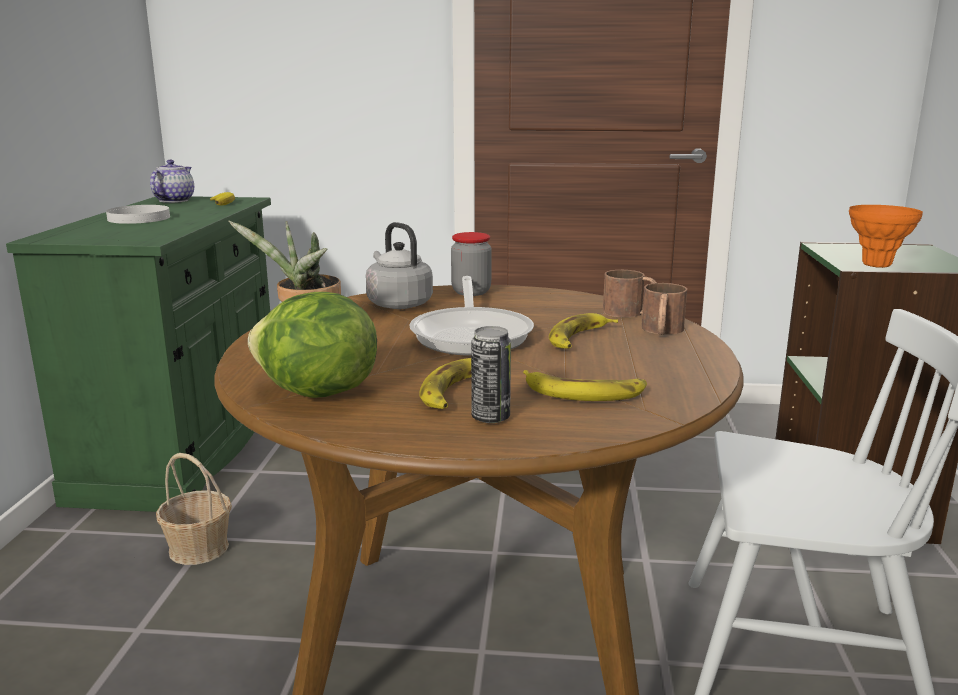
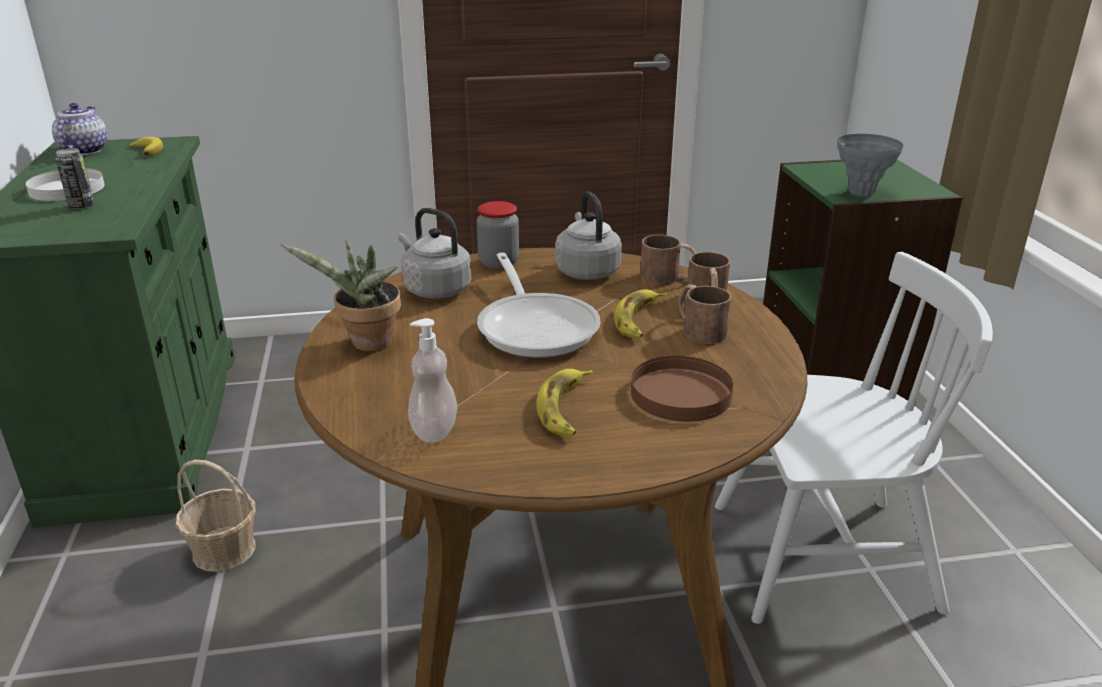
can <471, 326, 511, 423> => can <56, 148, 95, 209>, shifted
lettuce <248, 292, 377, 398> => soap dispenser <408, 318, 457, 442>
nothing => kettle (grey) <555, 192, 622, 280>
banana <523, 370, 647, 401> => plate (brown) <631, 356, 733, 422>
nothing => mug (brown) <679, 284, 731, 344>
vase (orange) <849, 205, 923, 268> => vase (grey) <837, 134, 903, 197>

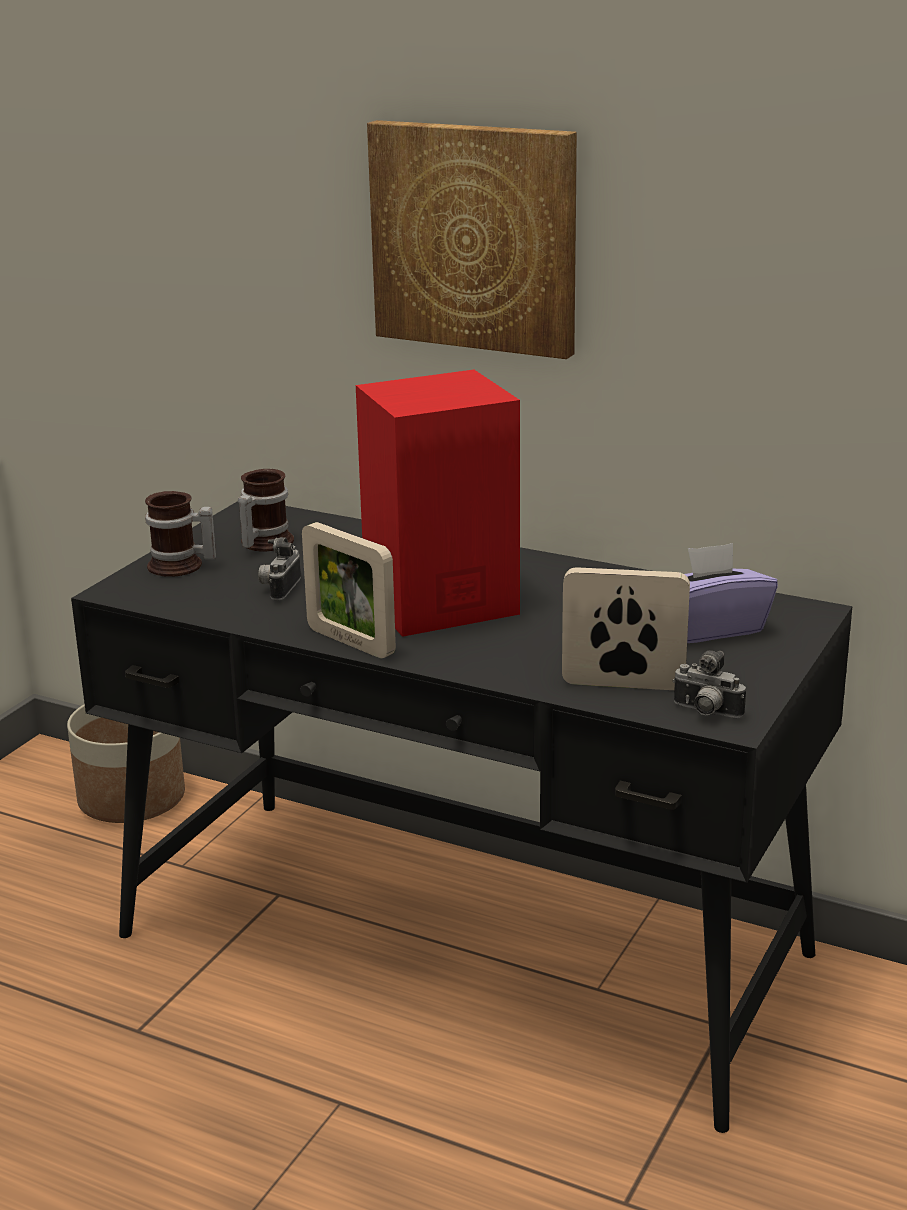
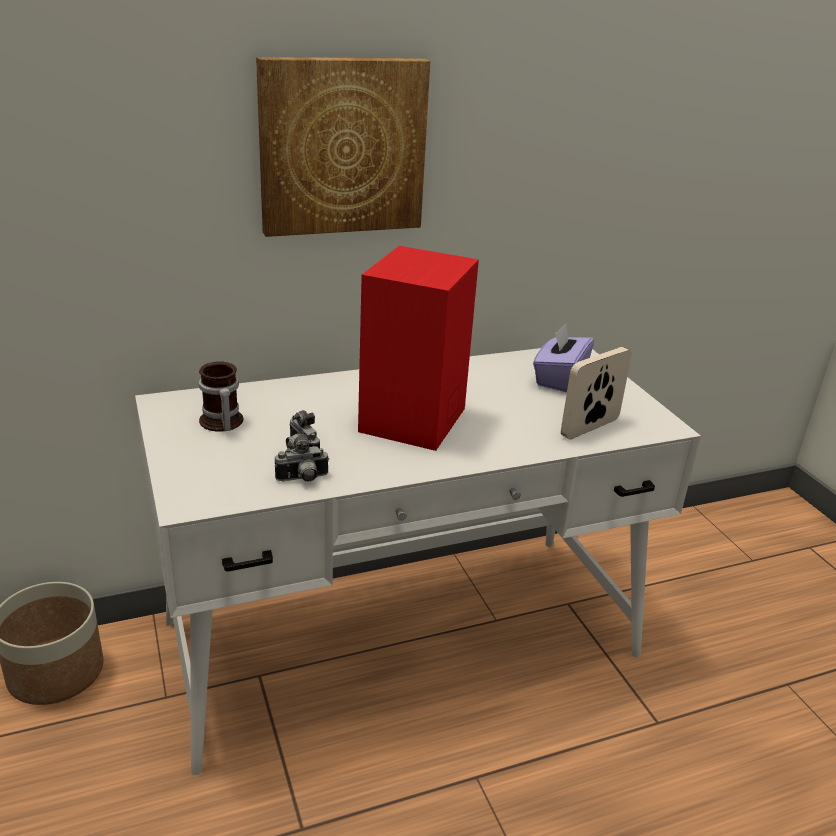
desk (black) <71, 501, 852, 1133> => desk (white) <135, 348, 701, 775>
photo camera <672, 651, 746, 718> => photo camera <275, 434, 329, 482>, shifted
mug <145, 491, 216, 577> => nothing
picture frame <302, 522, 396, 659> => nothing

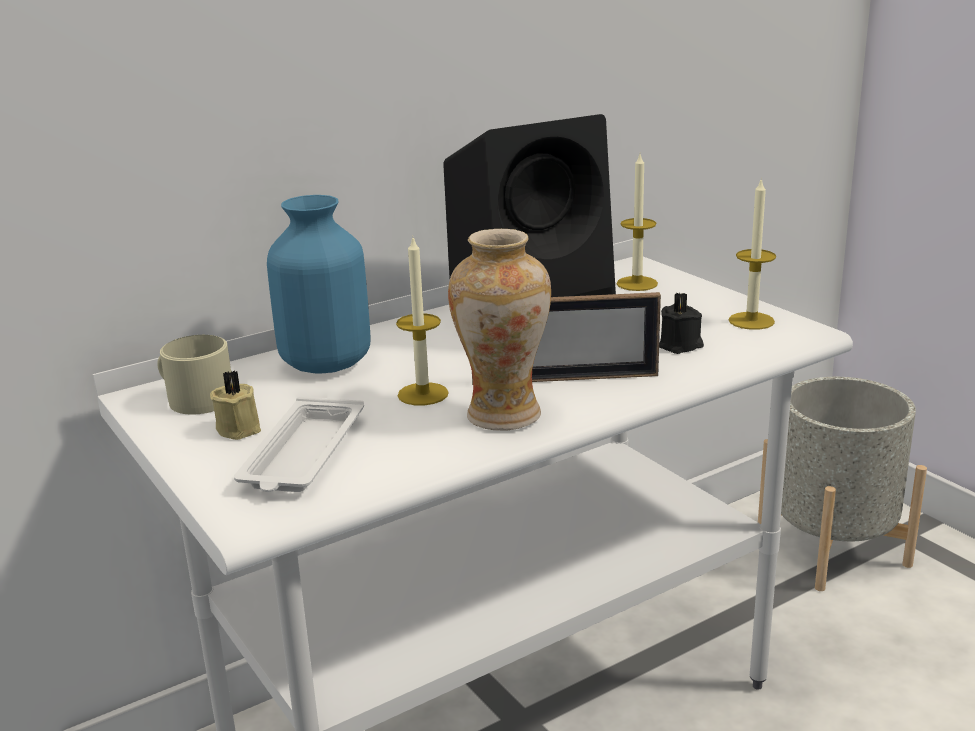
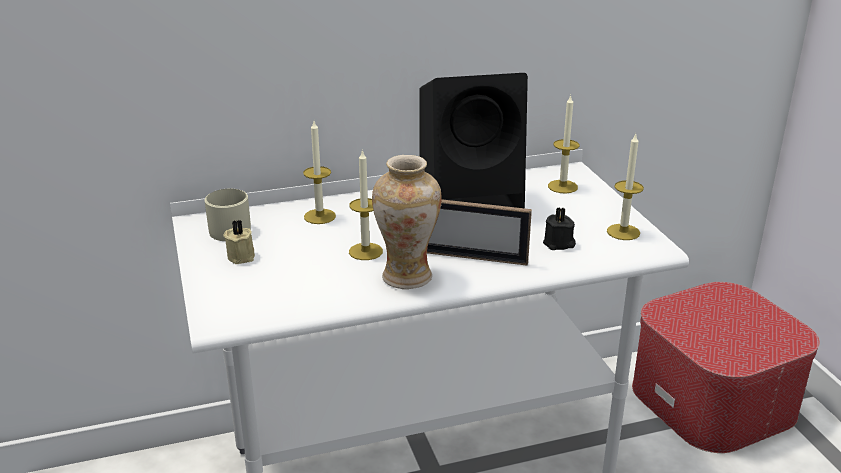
vase (blue) <267, 195, 371, 374> => candle <303, 121, 336, 224>
planter (grey) <758, 377, 927, 591> => ottoman <632, 282, 820, 453>
tray (white) <234, 397, 364, 492> => nothing

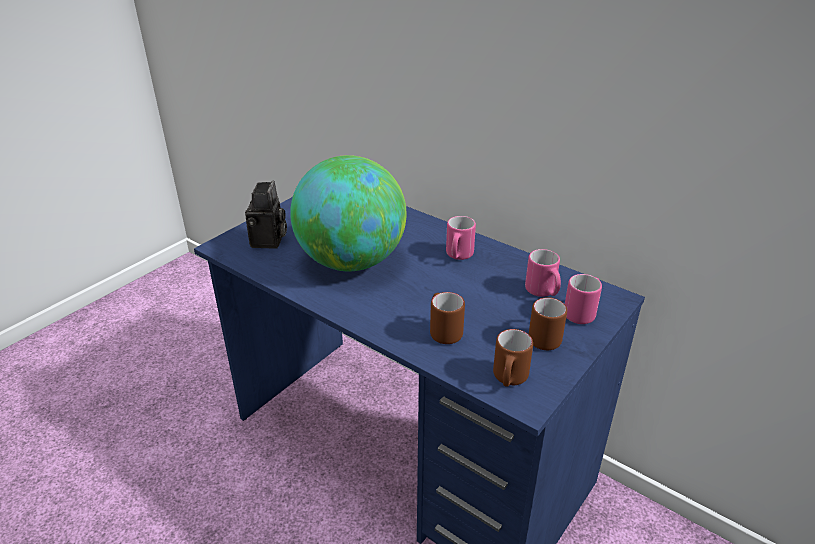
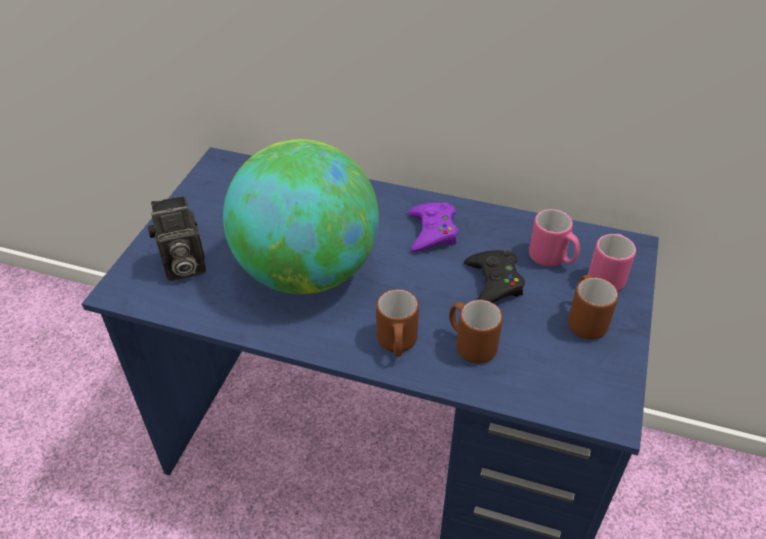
photo camera <245, 180, 287, 249> => photo camera <148, 195, 206, 281>, 90 degrees clockwise
mug (brown) <493, 329, 533, 387> => mug (brown) <377, 289, 419, 357>, shifted
mug (pink) <446, 216, 476, 260> => game controller (purple) <408, 202, 458, 252>
nothing => game controller (black) <464, 250, 525, 303>

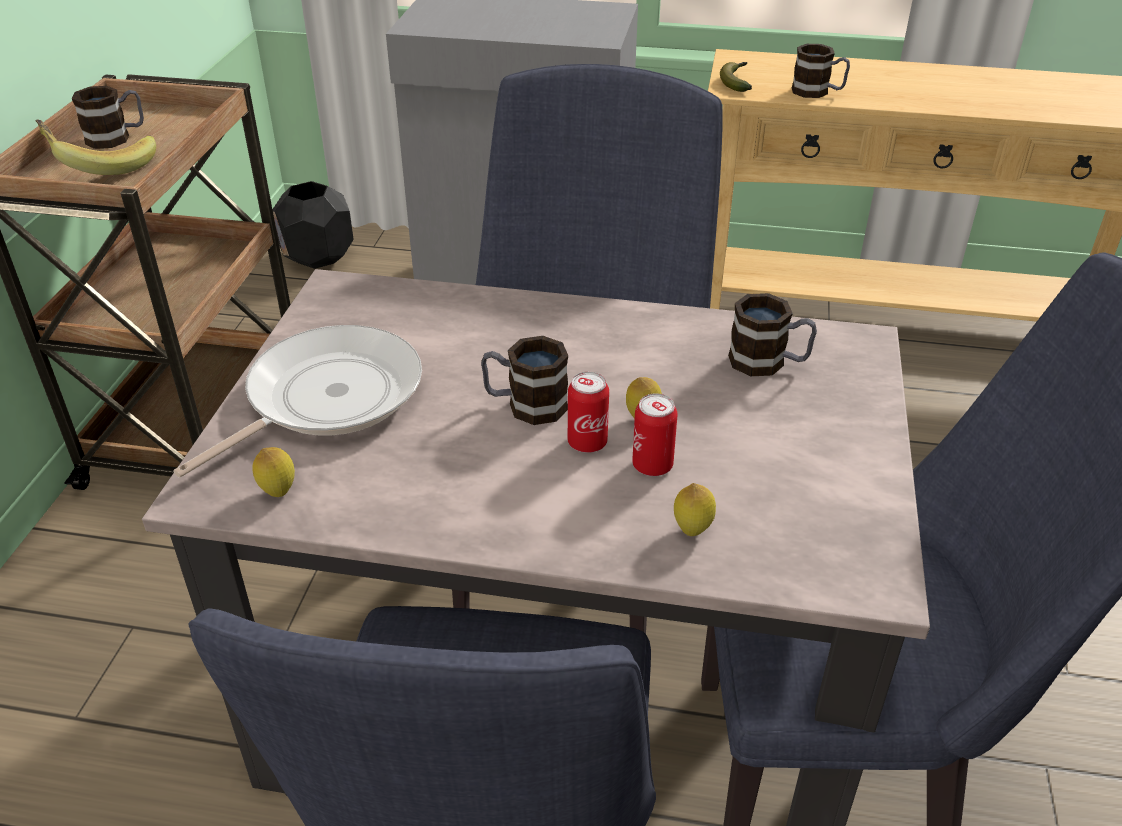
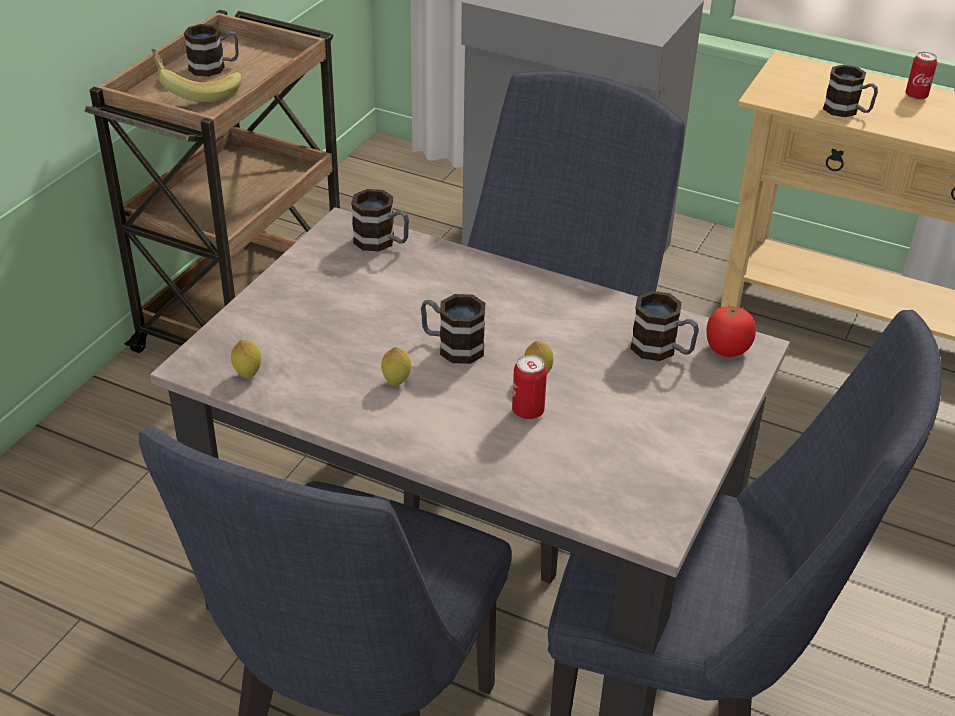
nothing => mug <351, 189, 409, 251>
lemon <674, 483, 716, 536> => lemon <381, 347, 411, 386>, shifted
nothing => tomato <706, 303, 756, 357>
can <568, 372, 609, 453> => can <905, 52, 937, 100>, shifted
frying pan <173, 325, 422, 478> => nothing
planter (black) <272, 181, 354, 269> => nothing
banana <720, 62, 752, 92> => nothing

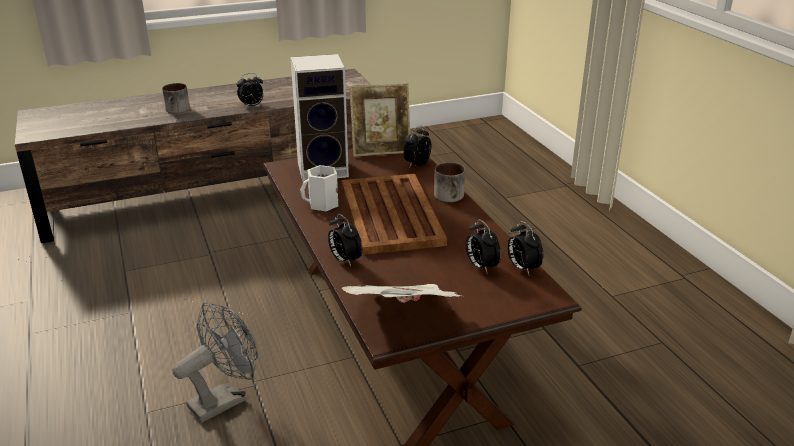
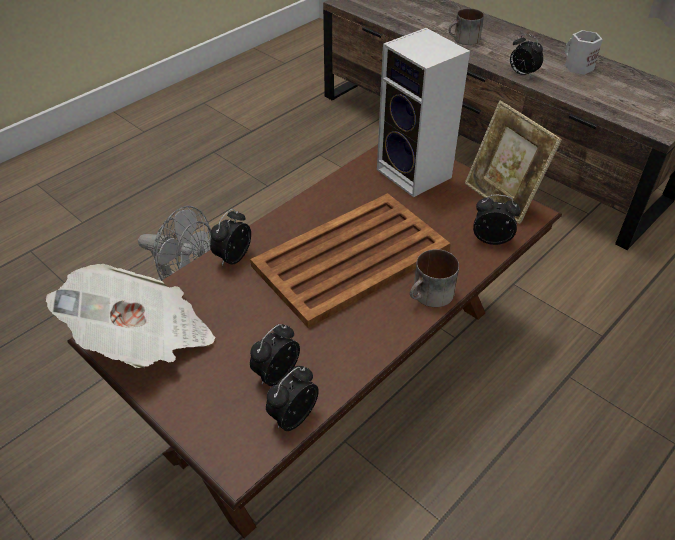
mug (white) <300, 165, 338, 211> => mug (white) <565, 30, 603, 75>, shifted

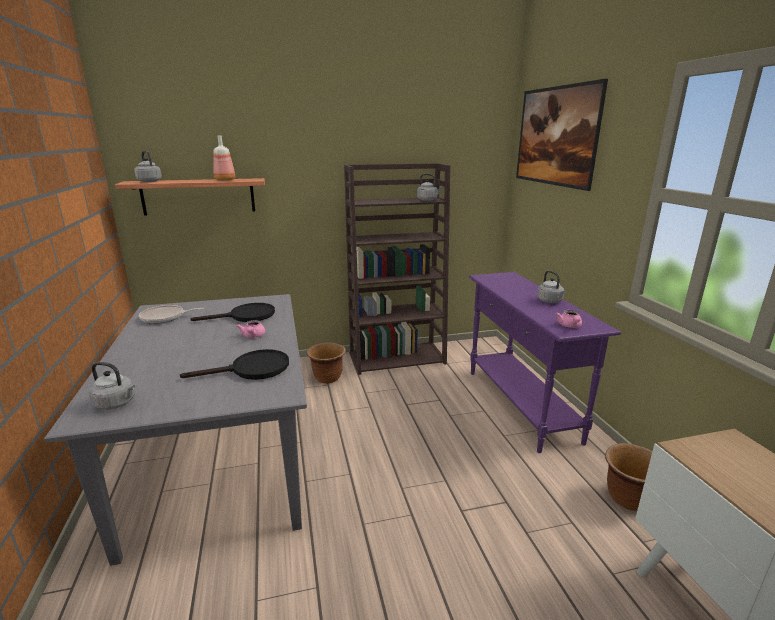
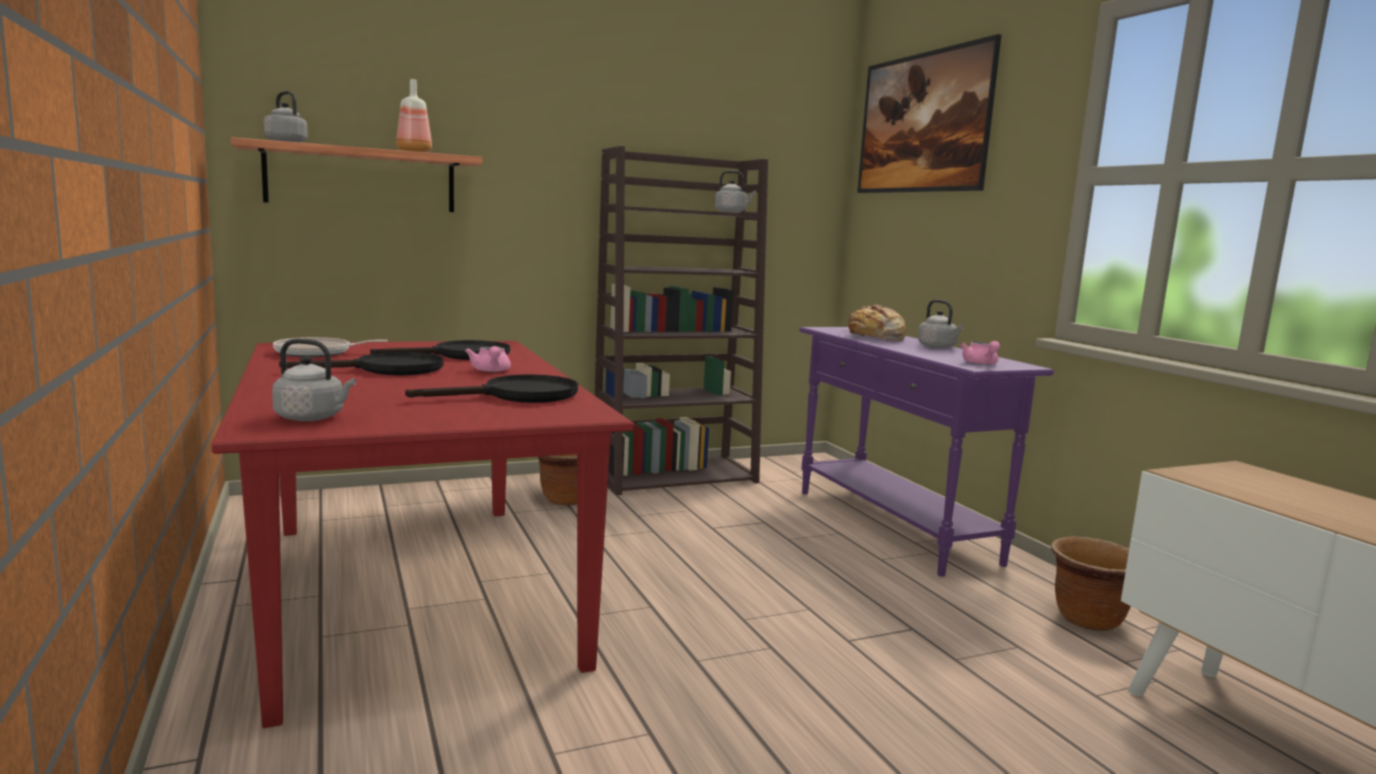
dining table (grey) <44, 294, 307, 566> => dining table (red) <211, 341, 634, 728>
nothing => frying pan (black) <279, 352, 444, 375>
nothing => bread <839, 305, 906, 341>

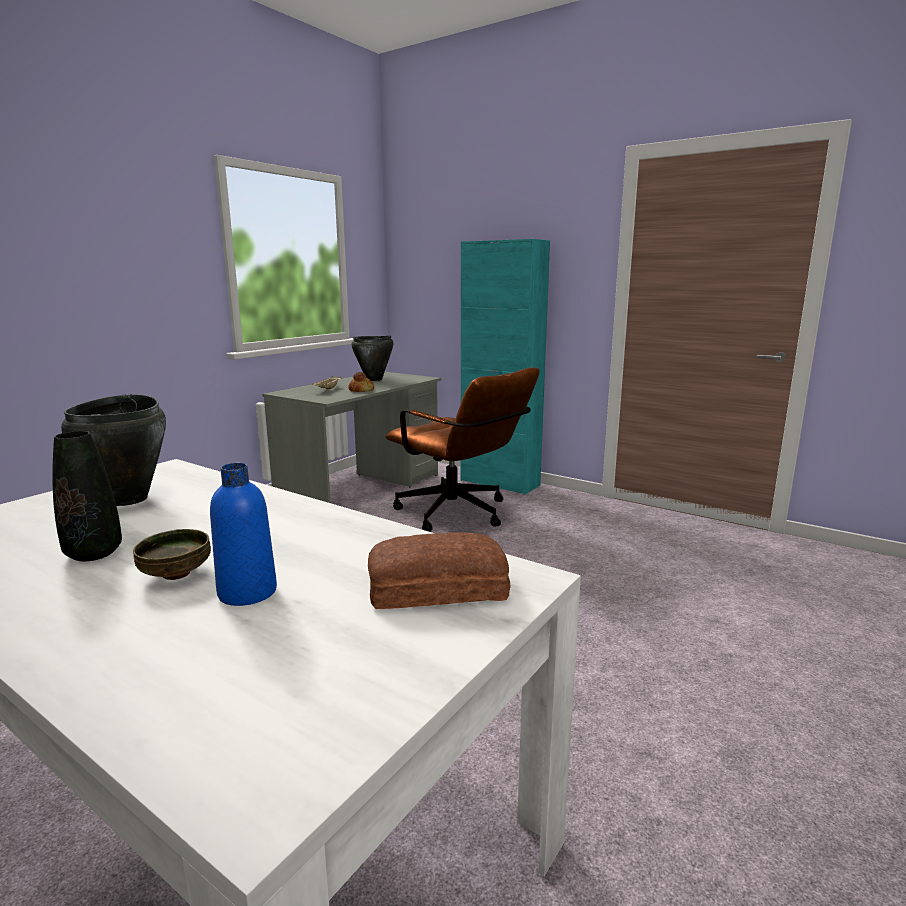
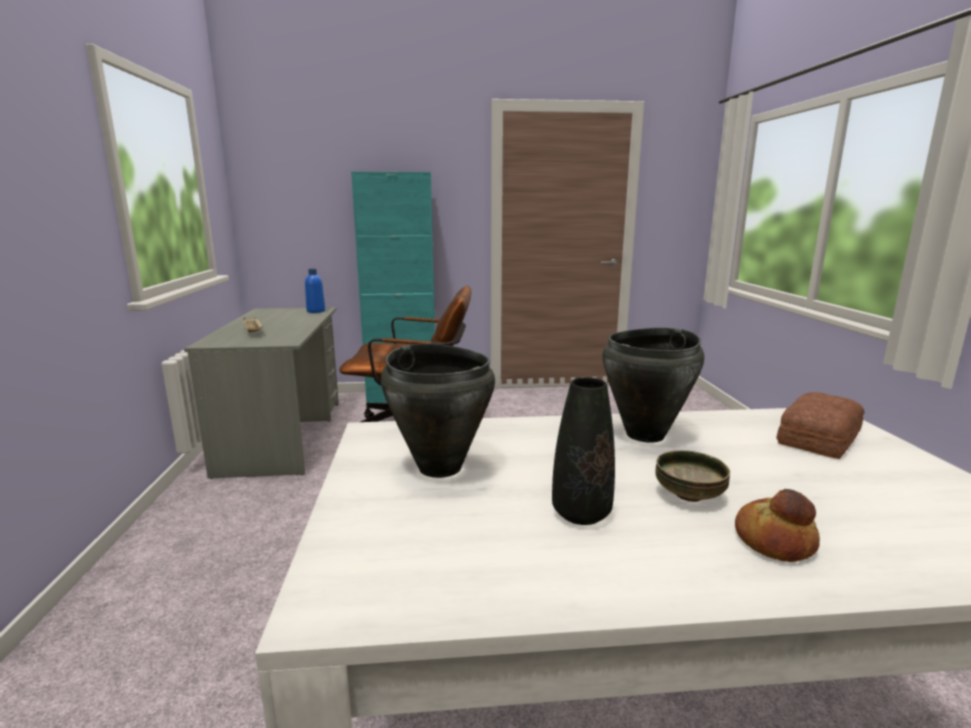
bottle (blue) <210, 463, 277, 606> => bottle (blue) <305, 269, 325, 313>, shifted
cooking pot (black) <352, 336, 393, 381> => cooking pot (black) <602, 328, 704, 443>, shifted
bread <348, 372, 374, 392> => bread <735, 489, 820, 562>, shifted

